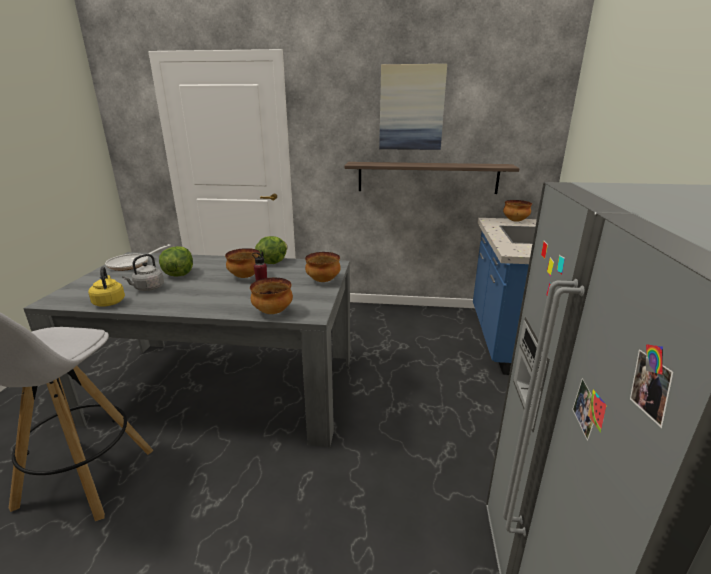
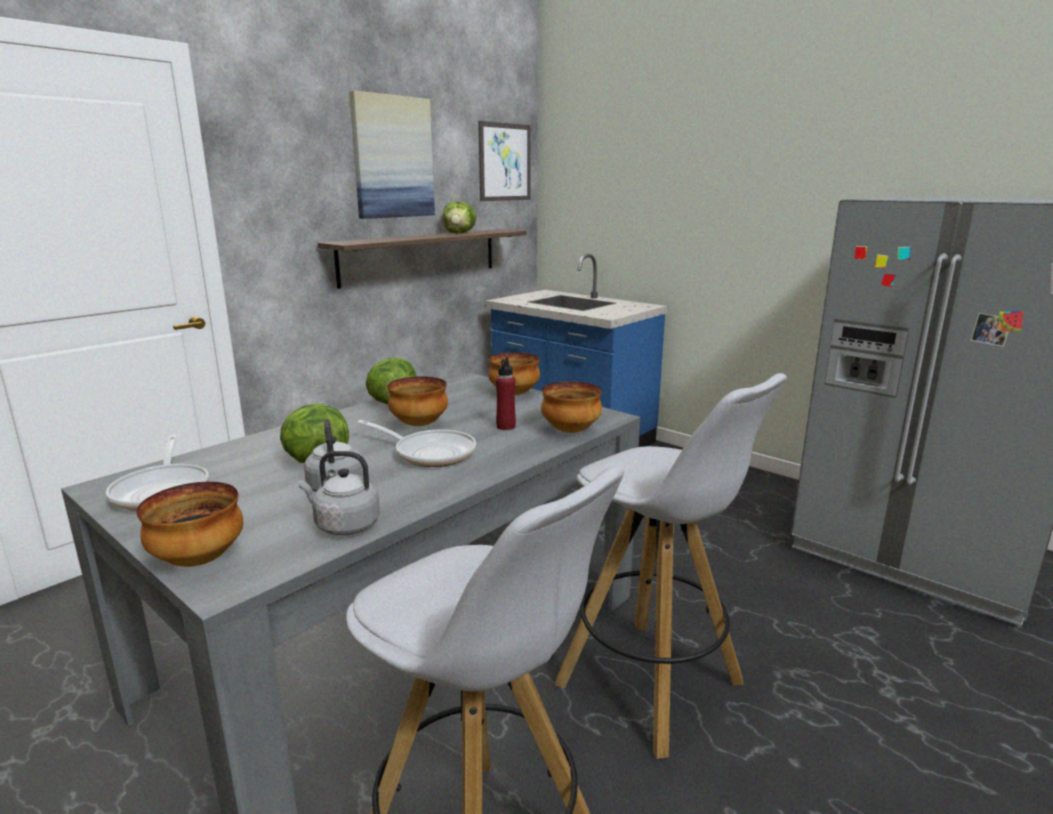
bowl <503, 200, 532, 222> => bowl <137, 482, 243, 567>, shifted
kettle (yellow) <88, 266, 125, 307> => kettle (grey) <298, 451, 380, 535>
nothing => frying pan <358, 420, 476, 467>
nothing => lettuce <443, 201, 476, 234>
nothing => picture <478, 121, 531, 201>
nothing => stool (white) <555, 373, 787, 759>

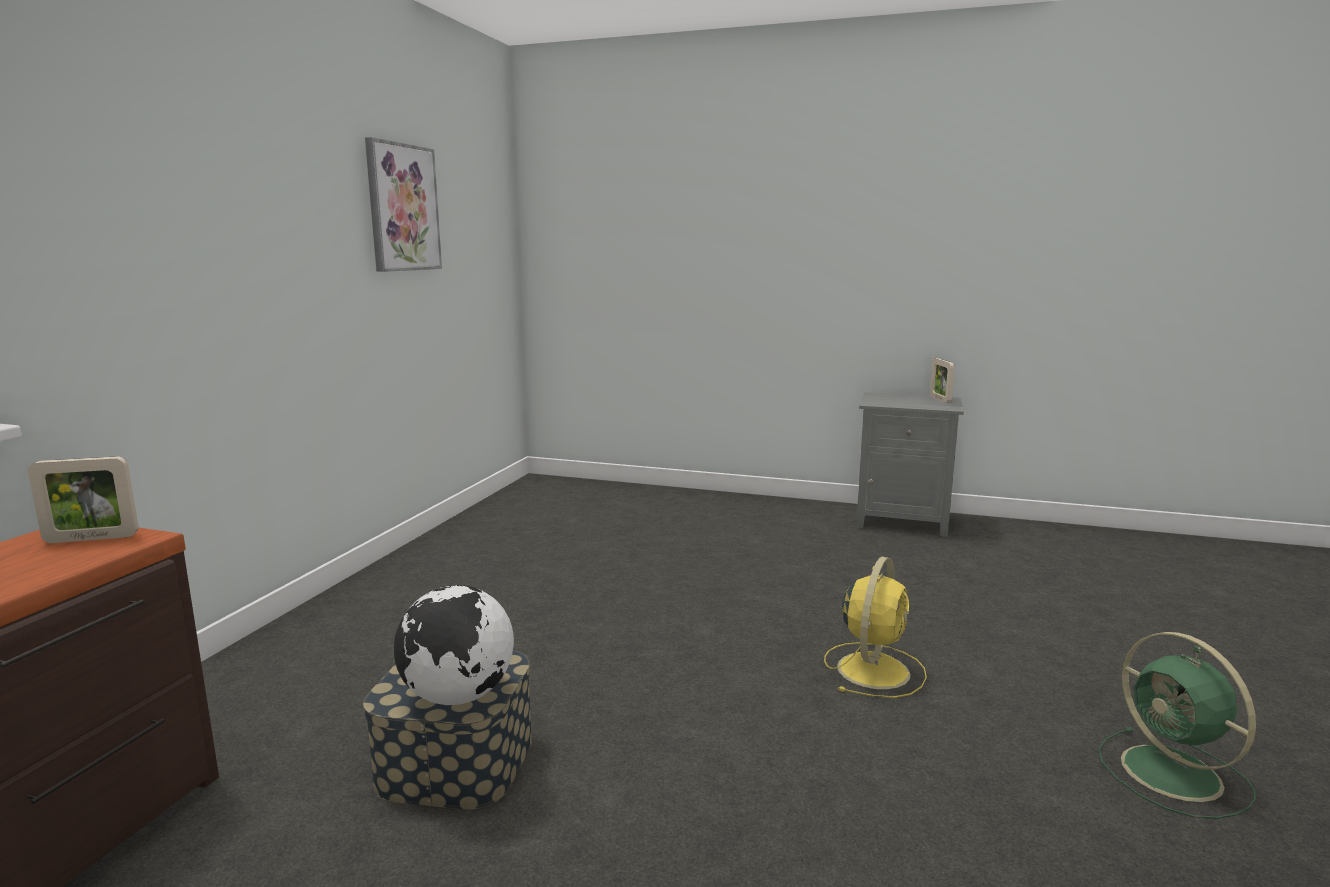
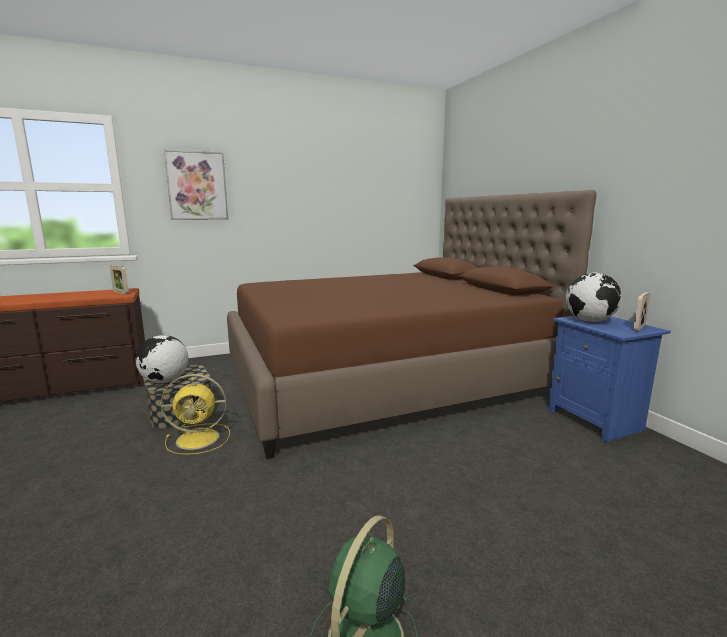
fan (yellow) <824, 557, 927, 698> => fan (yellow) <161, 374, 230, 455>, shifted
picture <365, 137, 442, 272> => picture <164, 149, 228, 220>, shifted
nothing => bed (brown) <227, 190, 597, 459>
nightstand (grey) <856, 392, 964, 537> => nightstand (blue) <548, 316, 671, 443>
nothing => globe <566, 273, 622, 322>

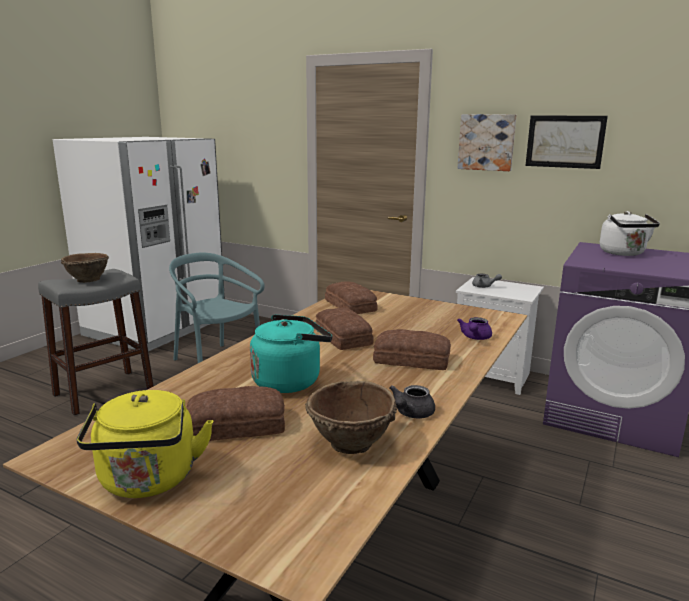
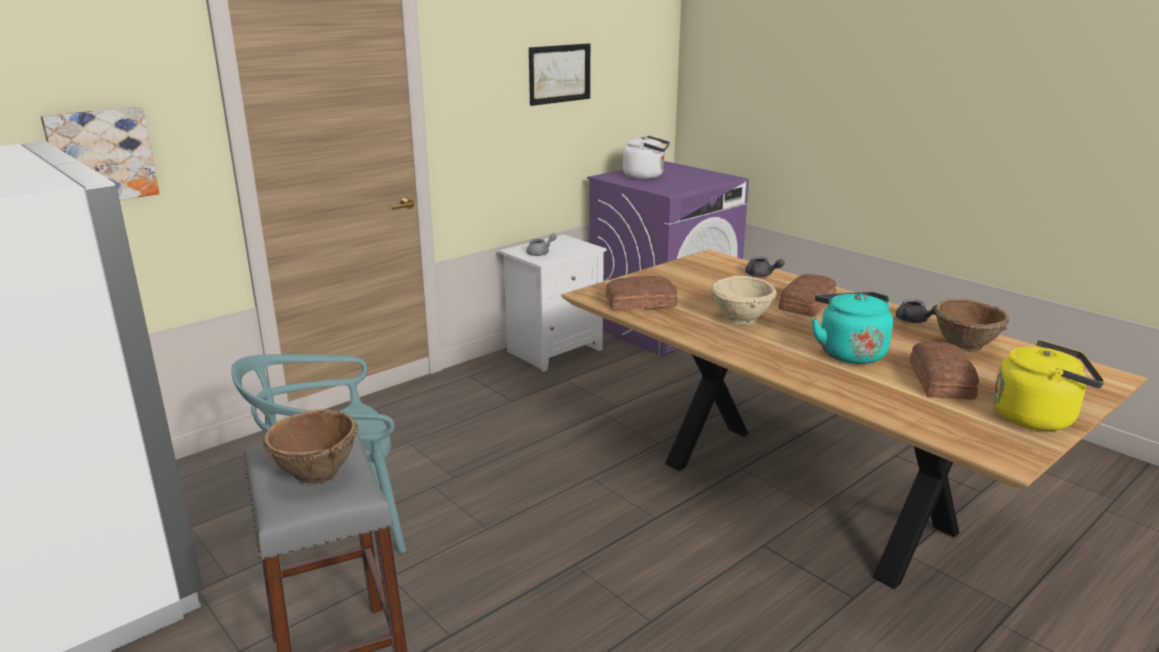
picture <458, 114, 517, 171> => picture <41, 107, 160, 200>, shifted
bread <315, 308, 374, 350> => bowl (beige) <711, 276, 777, 325>
teapot (purple) <457, 317, 492, 340> => teapot (grey) <745, 256, 785, 277>

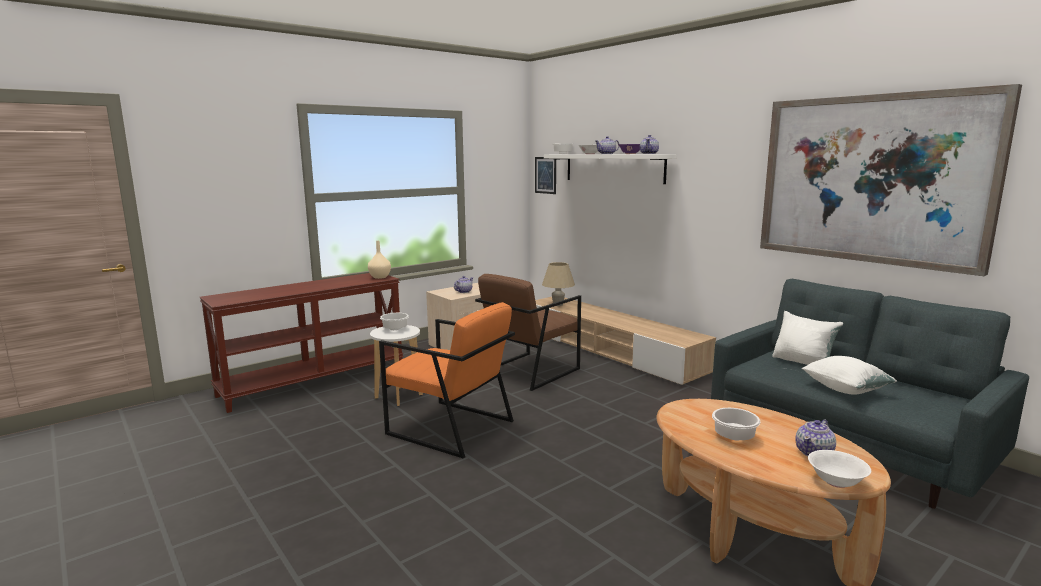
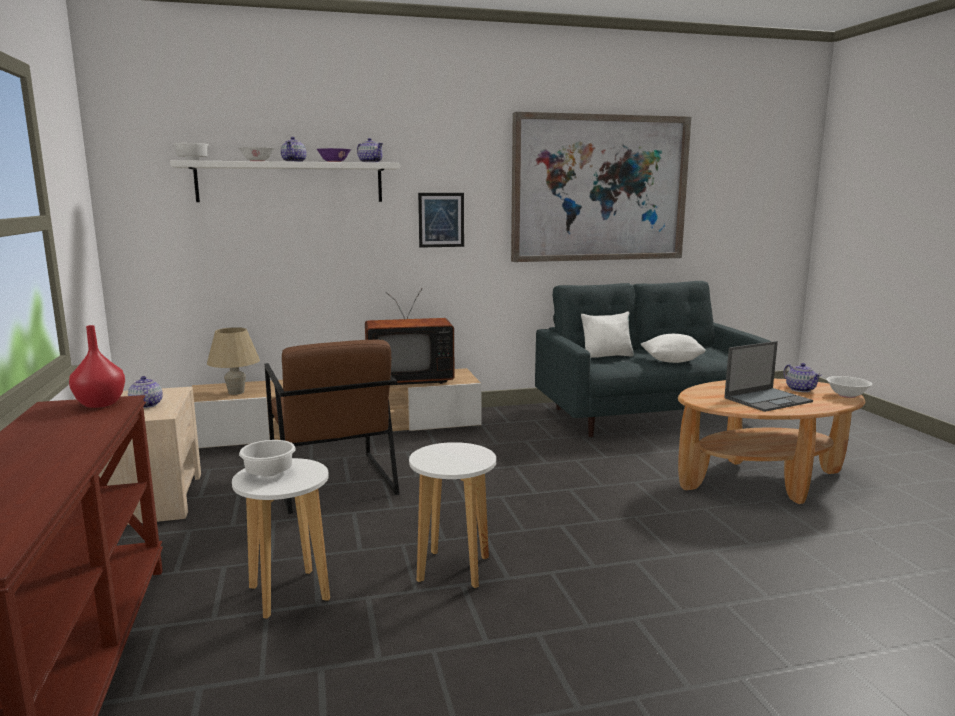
vase (beige) <368, 241, 391, 279> => vase (red) <69, 325, 125, 408>
nothing => television <365, 289, 455, 385>
armchair (orange) <379, 302, 515, 459> => stool (white) <409, 442, 496, 588>
picture <535, 157, 556, 194> => picture <418, 193, 464, 248>, shifted
bowl (white) <712, 408, 760, 440> => laptop <724, 341, 813, 412>

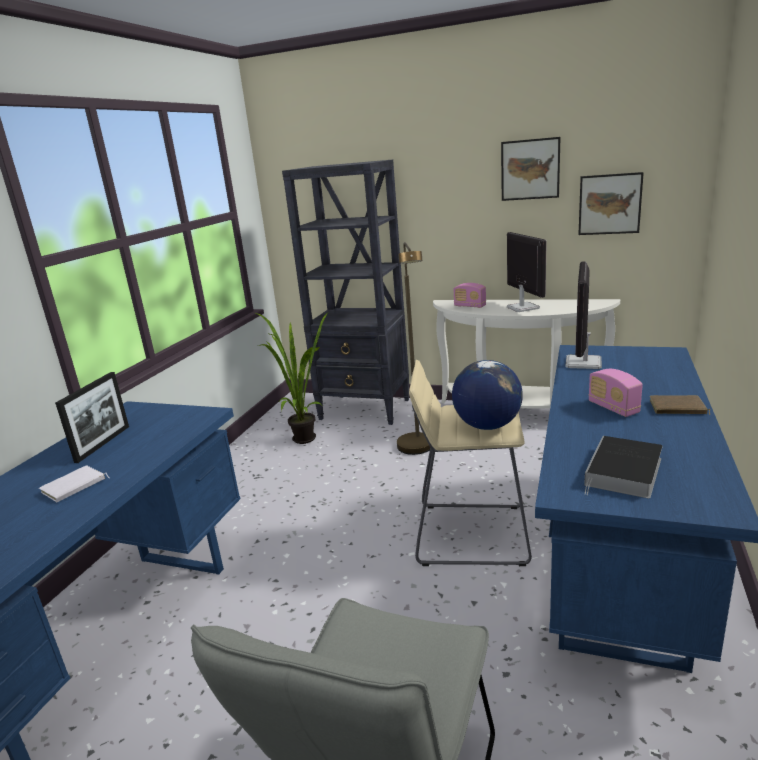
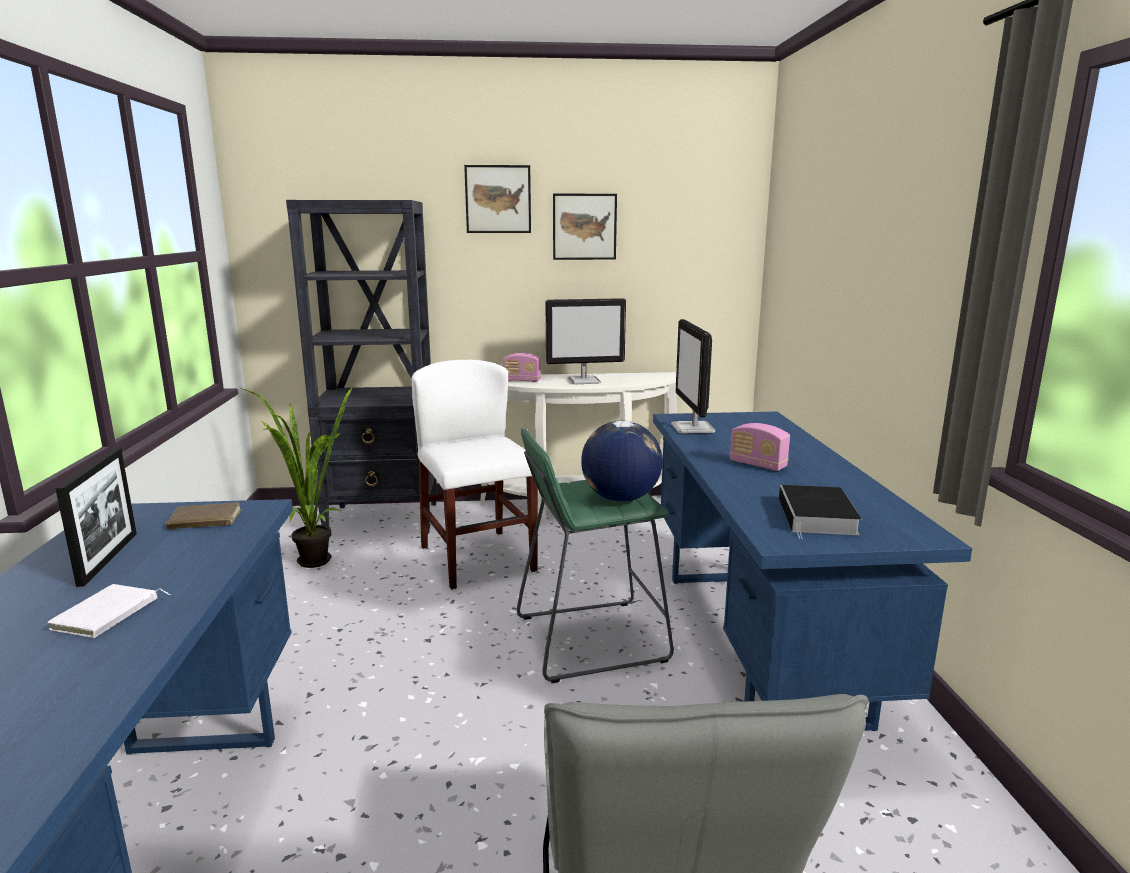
book (brown) <650, 395, 710, 415> => book (brown) <166, 502, 242, 529>, shifted
floor lamp (brown) <397, 242, 430, 455> => chair (white) <412, 360, 538, 590>
picture <578, 172, 644, 235> => picture <464, 165, 531, 233>, shifted
stool (beige) <409, 360, 532, 566> => stool (green) <517, 428, 674, 683>
monitor <507, 232, 547, 312> => monitor <546, 298, 626, 384>, 120 degrees clockwise

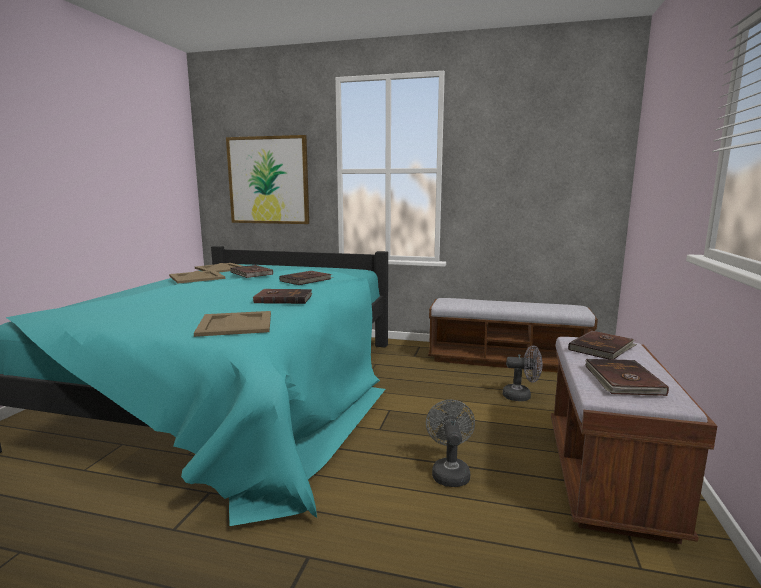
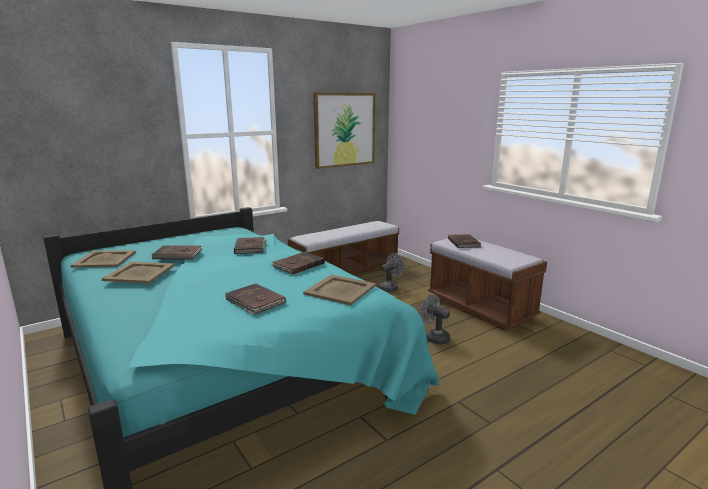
book (brown) <585, 359, 669, 396> => book (brown) <225, 283, 286, 315>, shifted
picture <226, 135, 309, 224> => picture <314, 93, 375, 169>, shifted

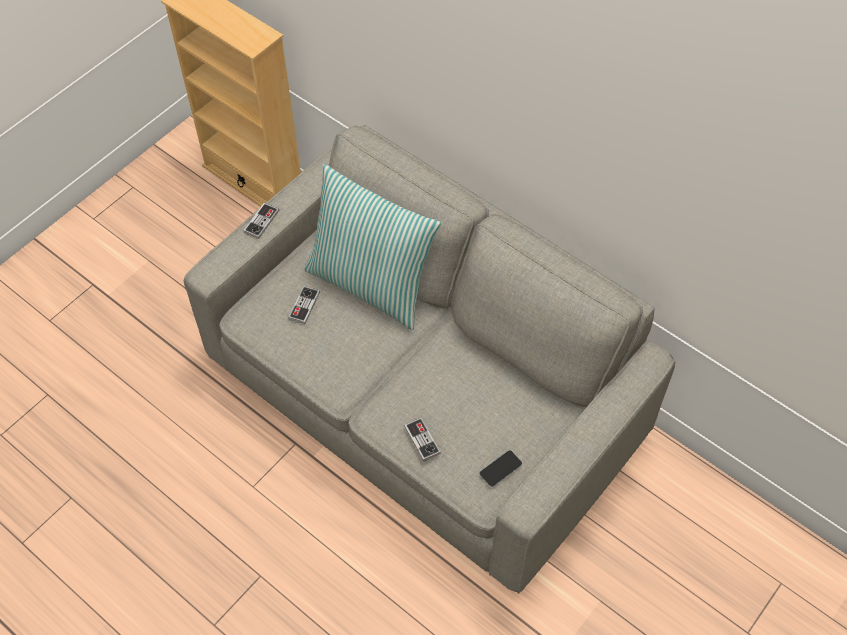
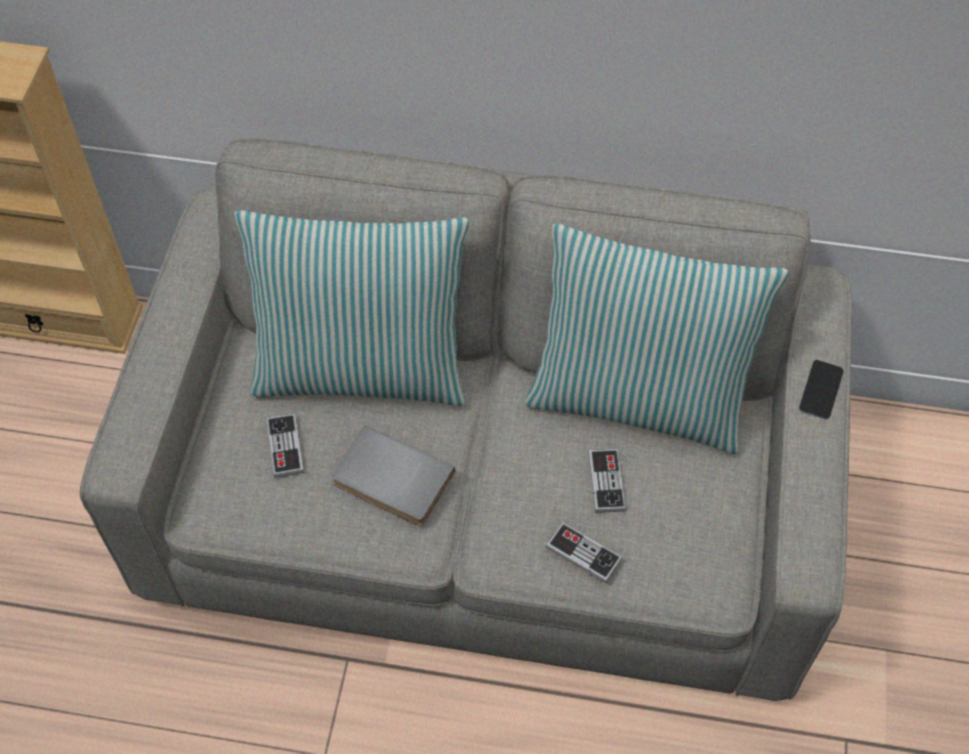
nothing => book (grey) <332, 426, 455, 526>
nothing => pillow <524, 223, 789, 454>
game controller <243, 203, 279, 239> => game controller <588, 449, 626, 513>, shifted
phone <480, 450, 522, 487> => phone <799, 360, 844, 420>, shifted

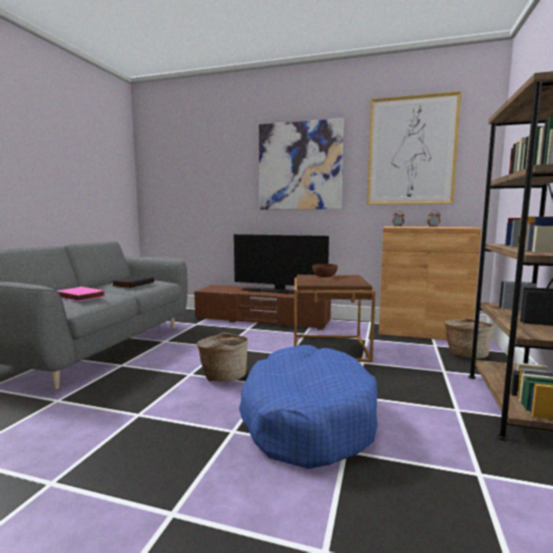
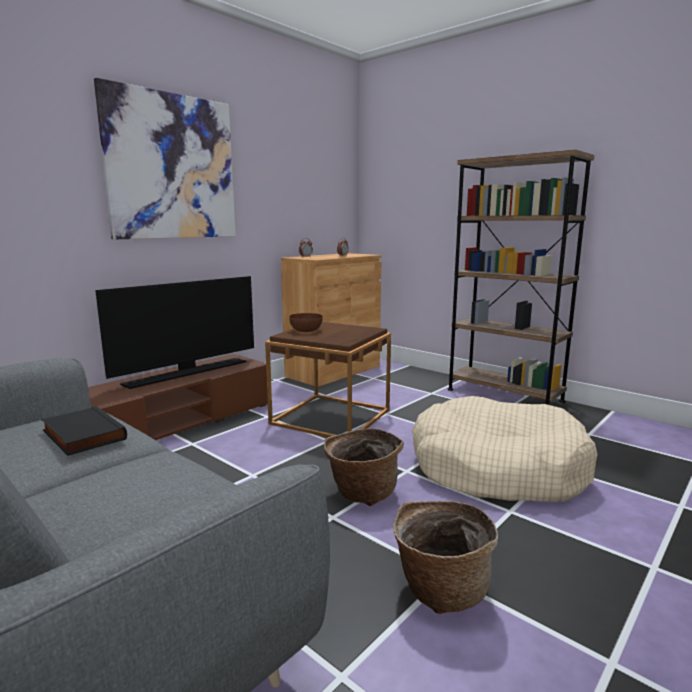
basket <445, 318, 494, 359> => basket <393, 501, 498, 614>, shifted
dog bed (blue) <239, 345, 378, 469> => dog bed (beige) <412, 396, 598, 502>
book (pink) <57, 287, 105, 302> => nothing
picture <367, 91, 462, 205> => nothing

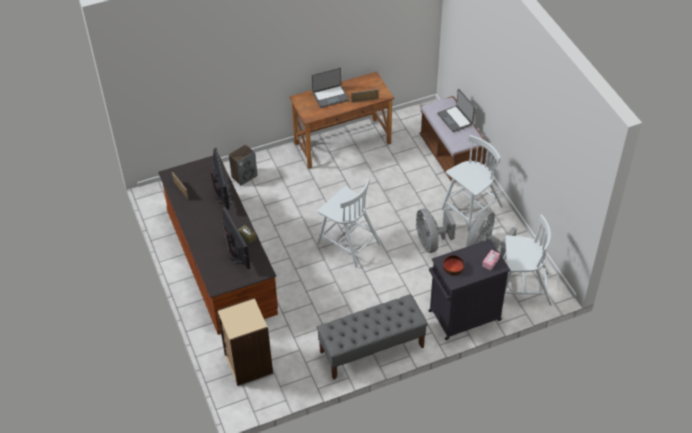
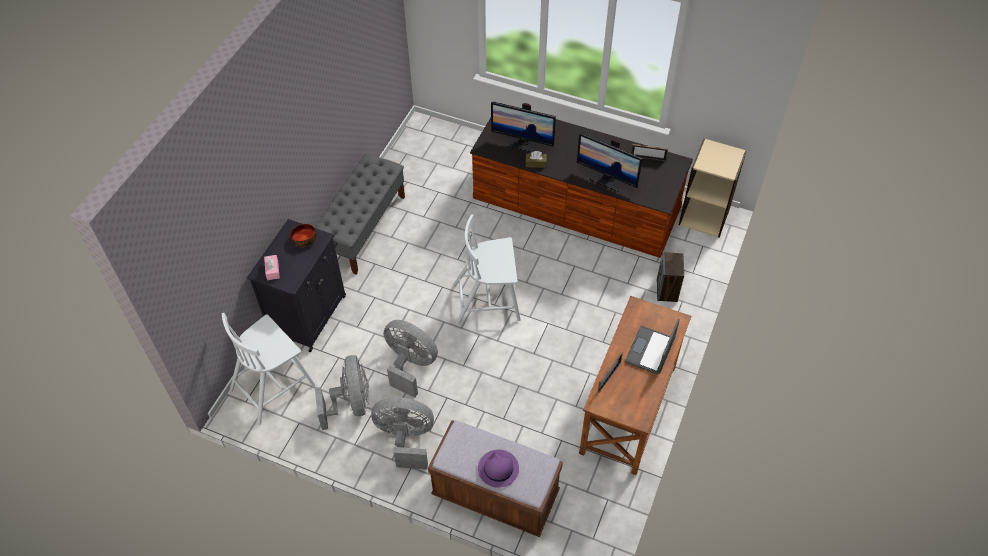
chair (white) <441, 135, 503, 232> => fan (grey) <371, 397, 434, 469>
laptop <437, 89, 475, 132> => hat (purple) <478, 450, 519, 488>
bookcase (beige) <217, 298, 273, 386> => bookcase (beige) <679, 138, 747, 238>, shifted

